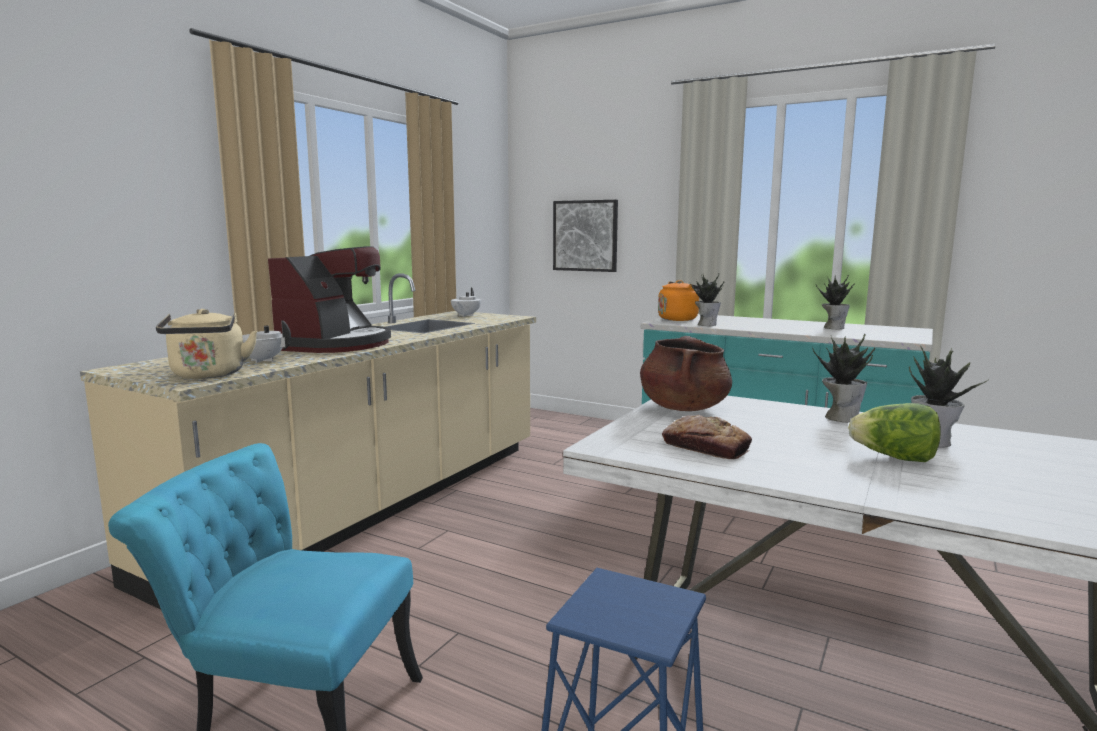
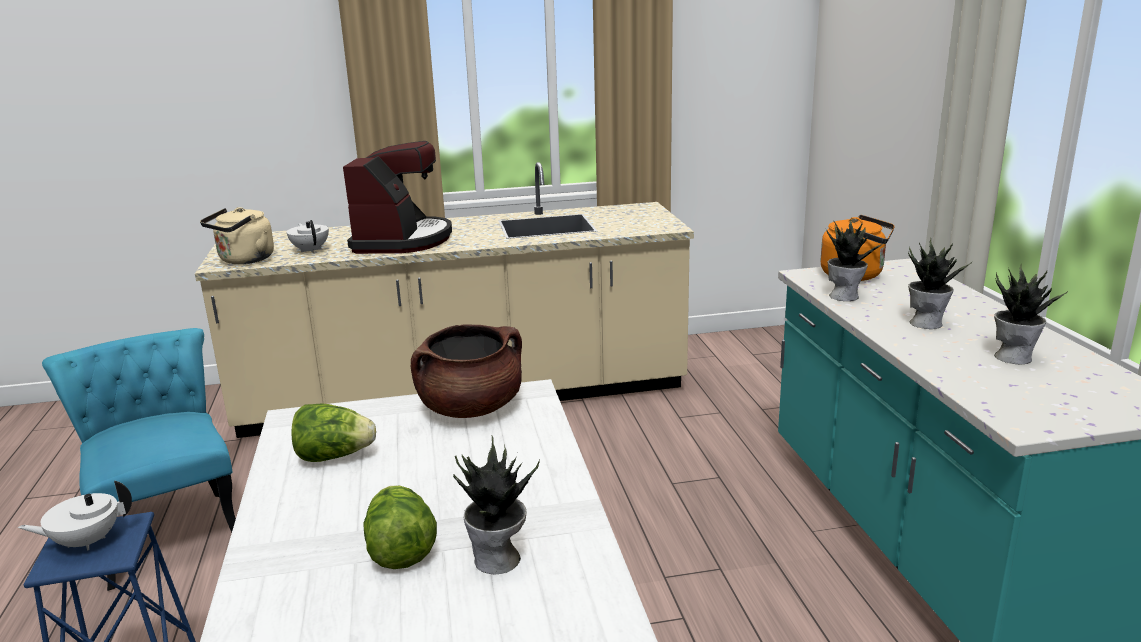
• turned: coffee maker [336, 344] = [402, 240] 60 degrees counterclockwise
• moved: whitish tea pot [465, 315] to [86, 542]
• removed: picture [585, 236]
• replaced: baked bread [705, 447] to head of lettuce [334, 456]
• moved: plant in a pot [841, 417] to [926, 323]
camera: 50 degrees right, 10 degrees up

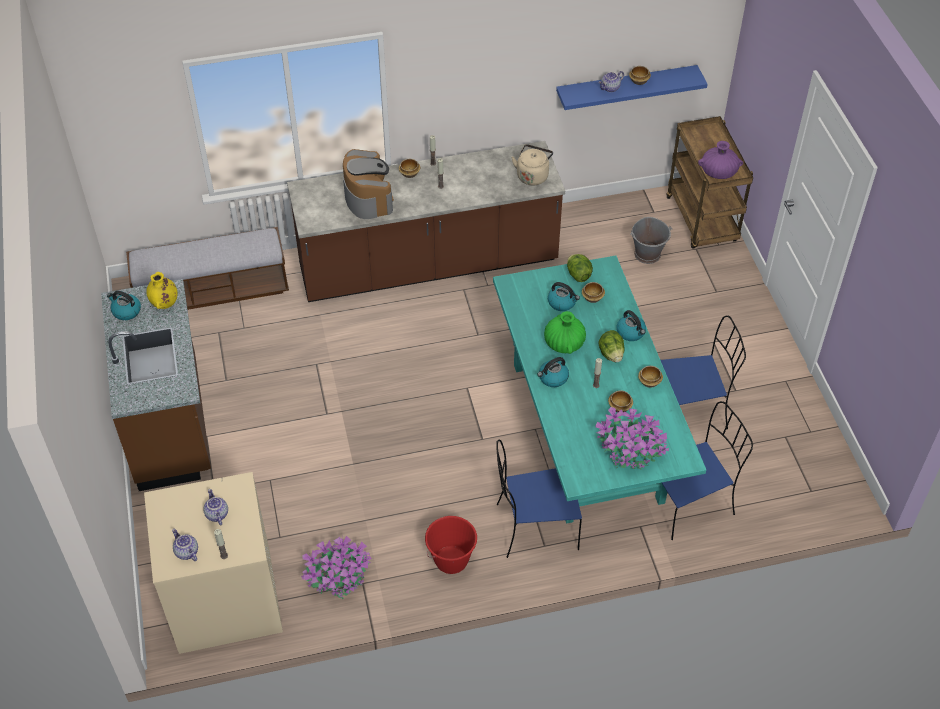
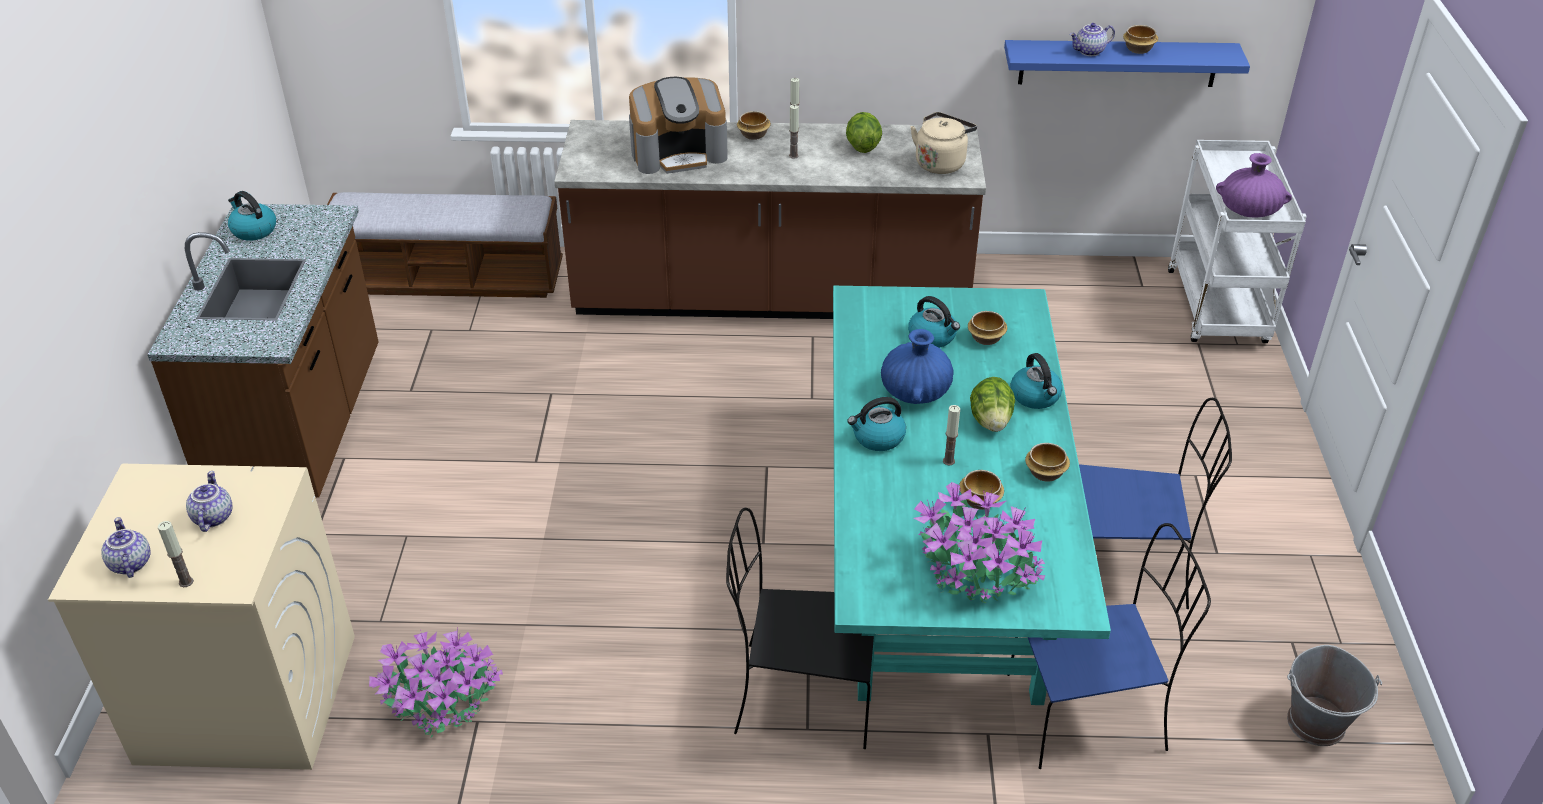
• removed: yellowish flower vase [165, 304]
• turned: coffee maker [368, 197] = [679, 153] 75 degrees clockwise
• removed: red water bucket [451, 560]
• recoloured: bluish chair [534, 527] to blackish chair [801, 695]
• recoloured: green flower vase [564, 343] to bluish flower vase [915, 392]
• moved: head of lettuce [578, 275] to [862, 146]
• moved: greyish water bucket [648, 254] to [1317, 723]
• recoloured: brown-coloured cart [702, 221] to whitish cart [1218, 309]
camera: 15 degrees right, 10 degrees down

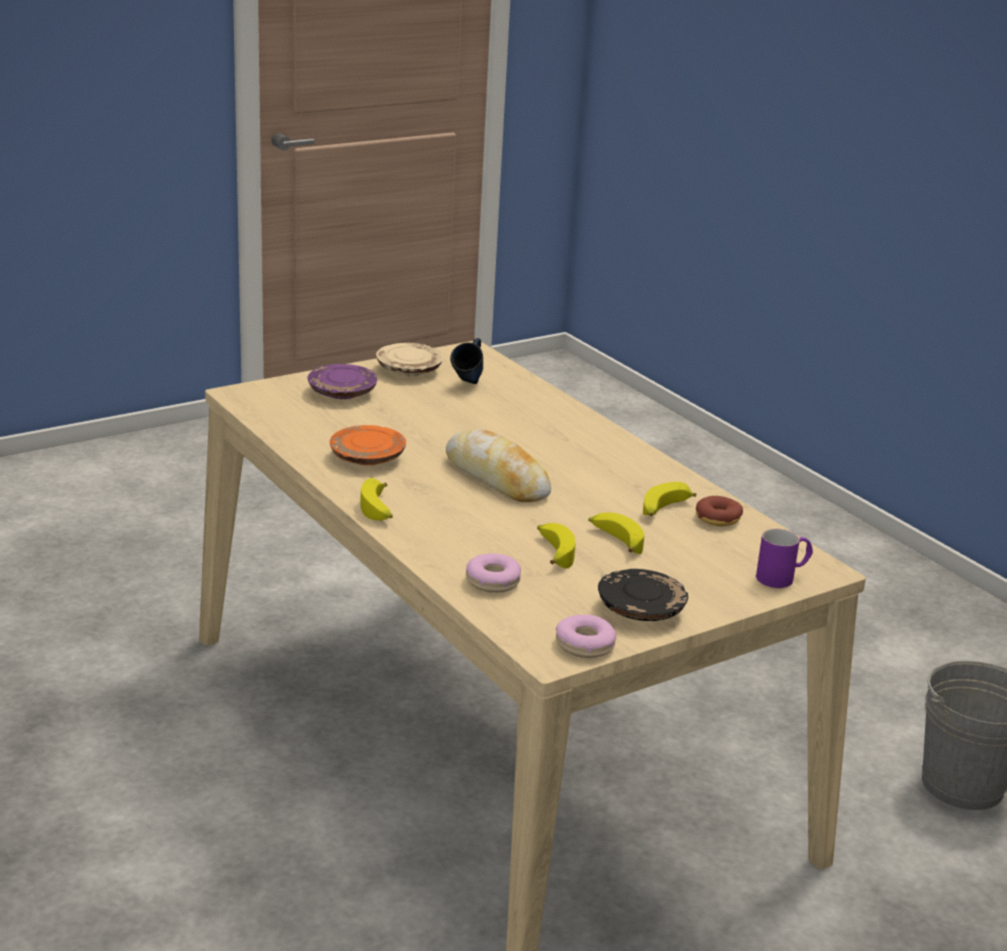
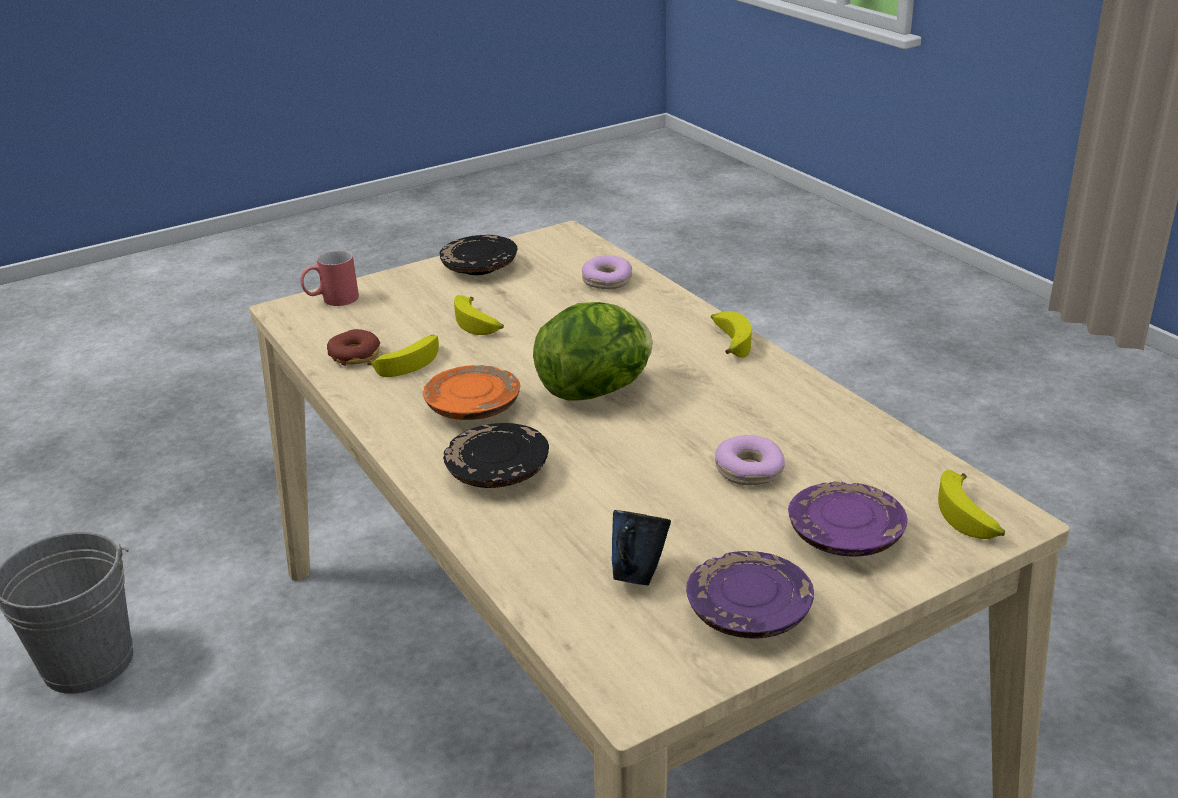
• moved: orange-coloured dinner plate [368, 457] to [473, 407]
• recoloured: sand-coloured dinner plate [409, 370] to purple dinner plate [748, 612]
• replaced: baked bread [497, 478] to head of lettuce [597, 390]
• moved: banana fruit [553, 552] to [969, 517]
• moved: ring doughnut [584, 645] to [749, 470]
• recoloured: purple coffee mug [783, 577] to red coffee mug [331, 300]
• added: blackish dinner plate [497, 472]
camera: 175 degrees left, 5 degrees up

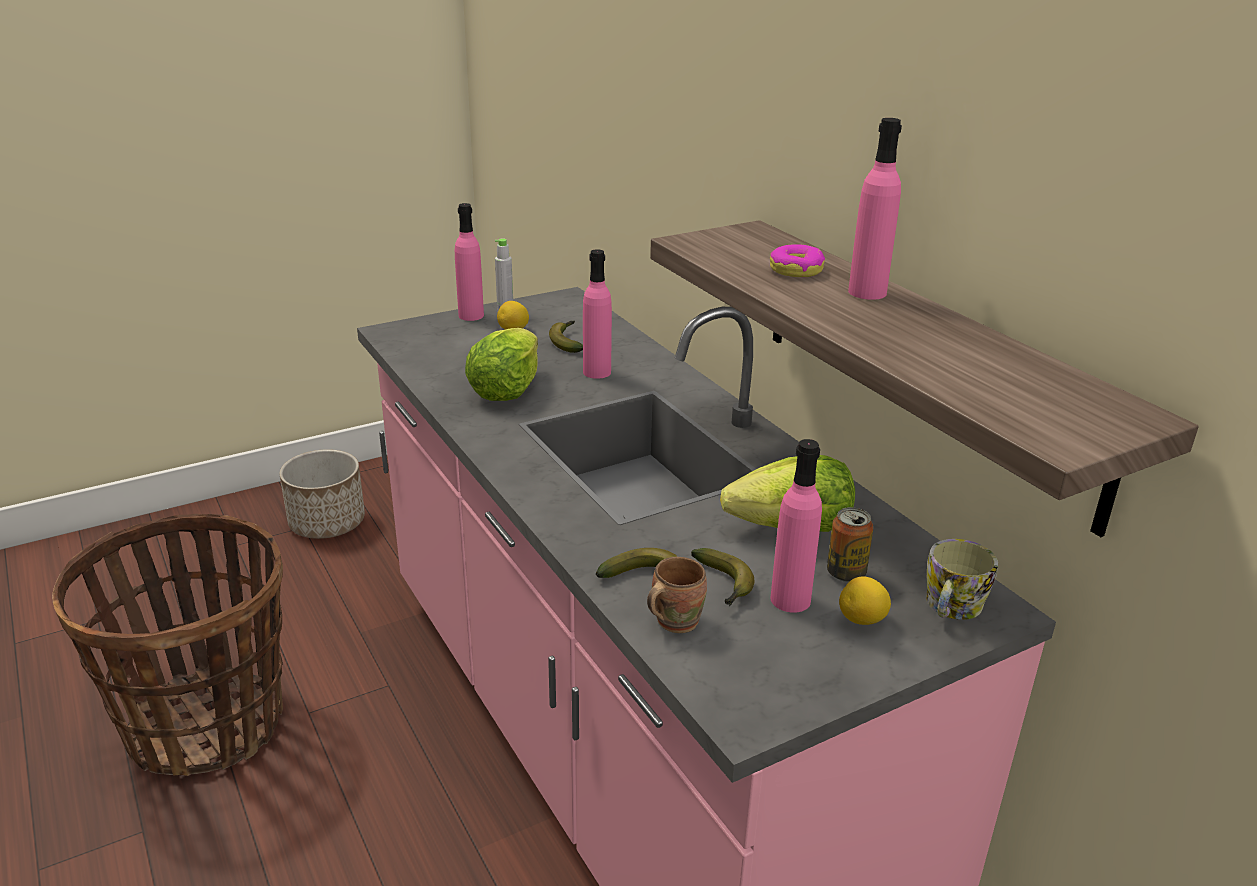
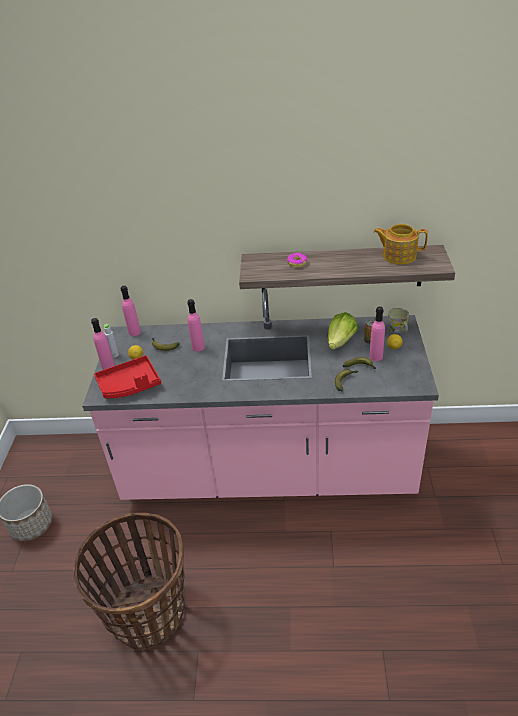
• removed: head of lettuce [506, 390]
• removed: brown-coloured coffee mug [673, 620]
• moved: pink bottle [867, 292] to [134, 332]
• added: red tray [129, 385]
• added: tea pot [398, 255]
camera: 55 degrees left, 10 degrees up

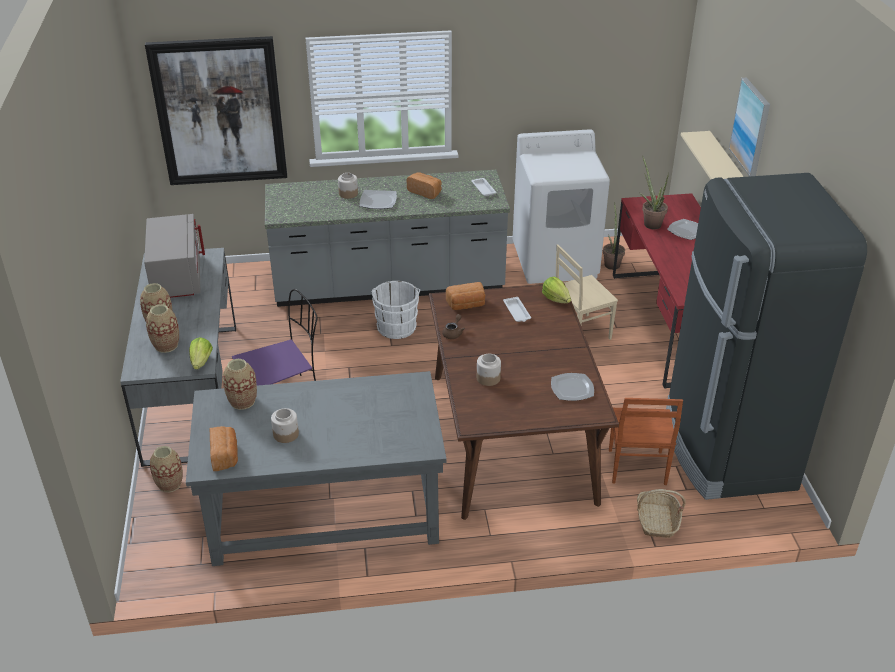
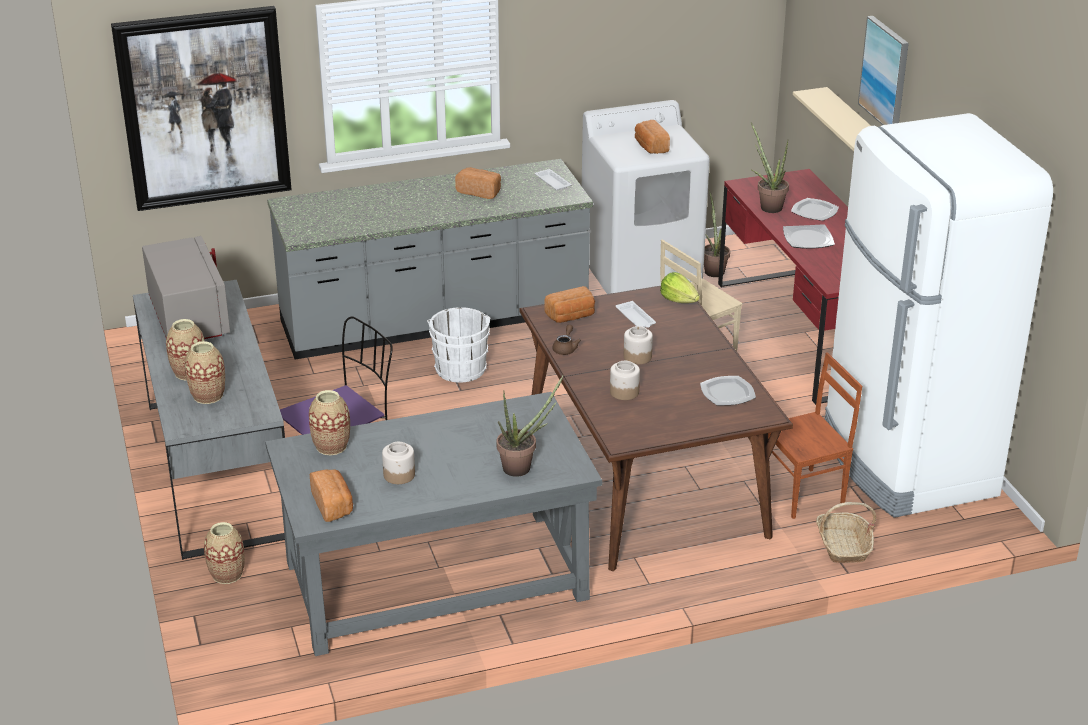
• removed: head of lettuce [201, 362]
• moved: storage jar [348, 193] to [637, 357]
• moved: dinner plate [378, 201] to [808, 239]
• turned: brown-coloured chair [636, 468] = [804, 494] 105 degrees counterclockwise
• recoloured: blackish refrigerator [726, 451] to whitish refrigerator [906, 464]
• added: plant in a pot [523, 467]
• added: baked bread [650, 147]
camera: 10 degrees left, 5 degrees down

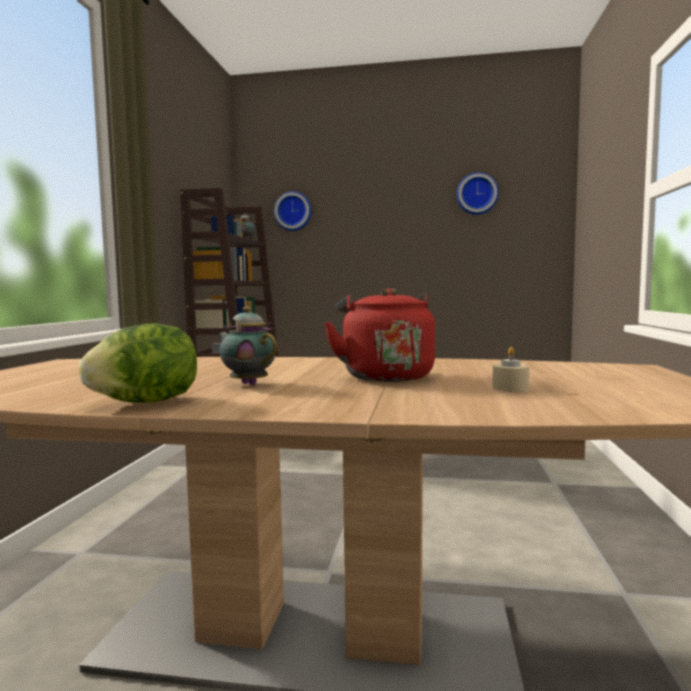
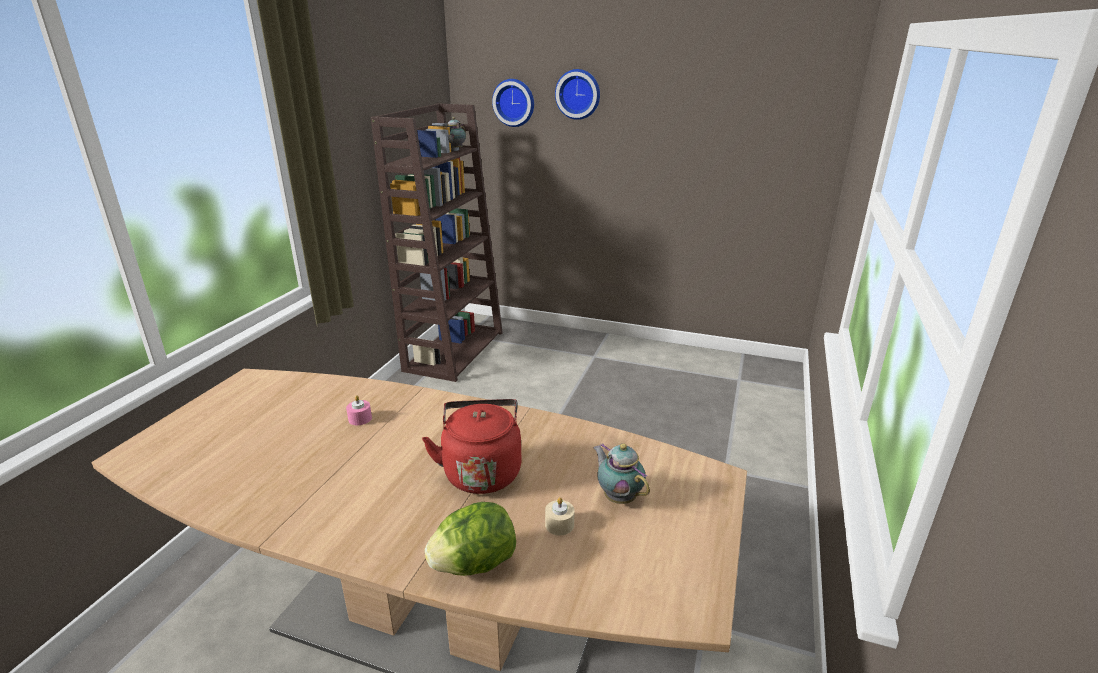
• moved: head of lettuce [146, 402] to [475, 564]
• moved: tea pot [247, 384] to [618, 497]
• moved: hanging clock [477, 194] to [578, 94]
• added: pink wax candle [360, 418]
camera: 10 degrees right, 20 degrees up

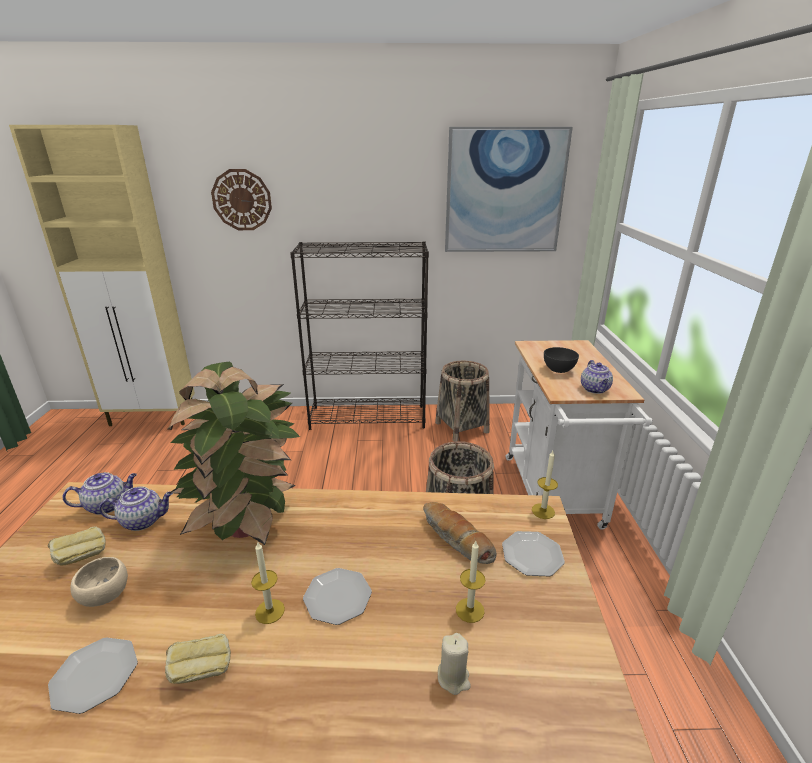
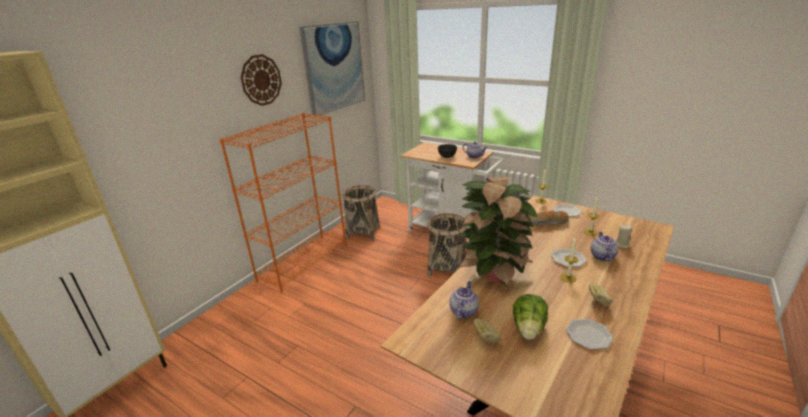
• moved: tea pot [108, 505] to [602, 256]
• replaced: sand-coloured serving bowl [106, 596] to head of lettuce [529, 329]
• moved: hanging clock [242, 200] to [261, 80]
• recoloured: blackish bookshelf [368, 417] to orange-coloured bookshelf [304, 261]
camera: 55 degrees left, 0 degrees up

